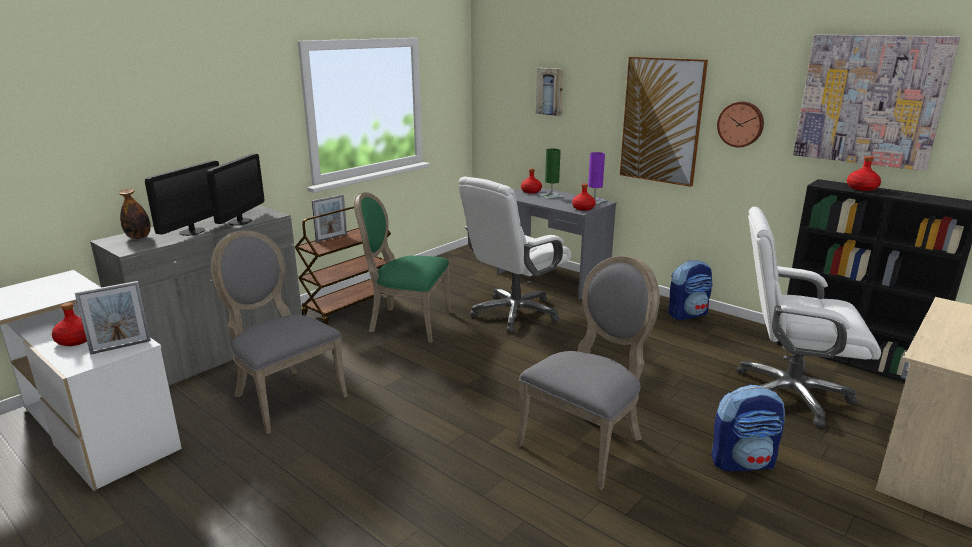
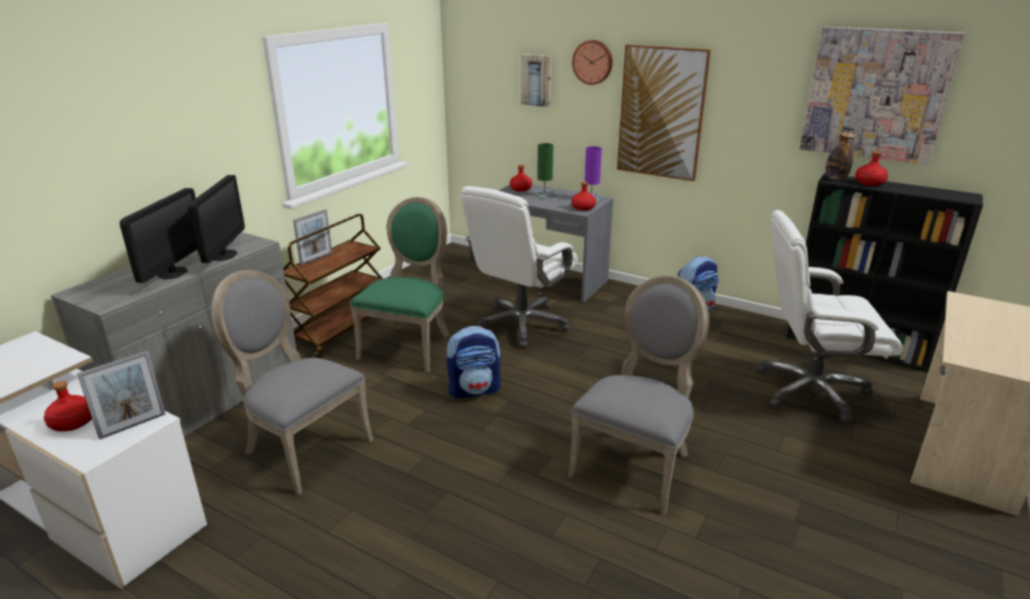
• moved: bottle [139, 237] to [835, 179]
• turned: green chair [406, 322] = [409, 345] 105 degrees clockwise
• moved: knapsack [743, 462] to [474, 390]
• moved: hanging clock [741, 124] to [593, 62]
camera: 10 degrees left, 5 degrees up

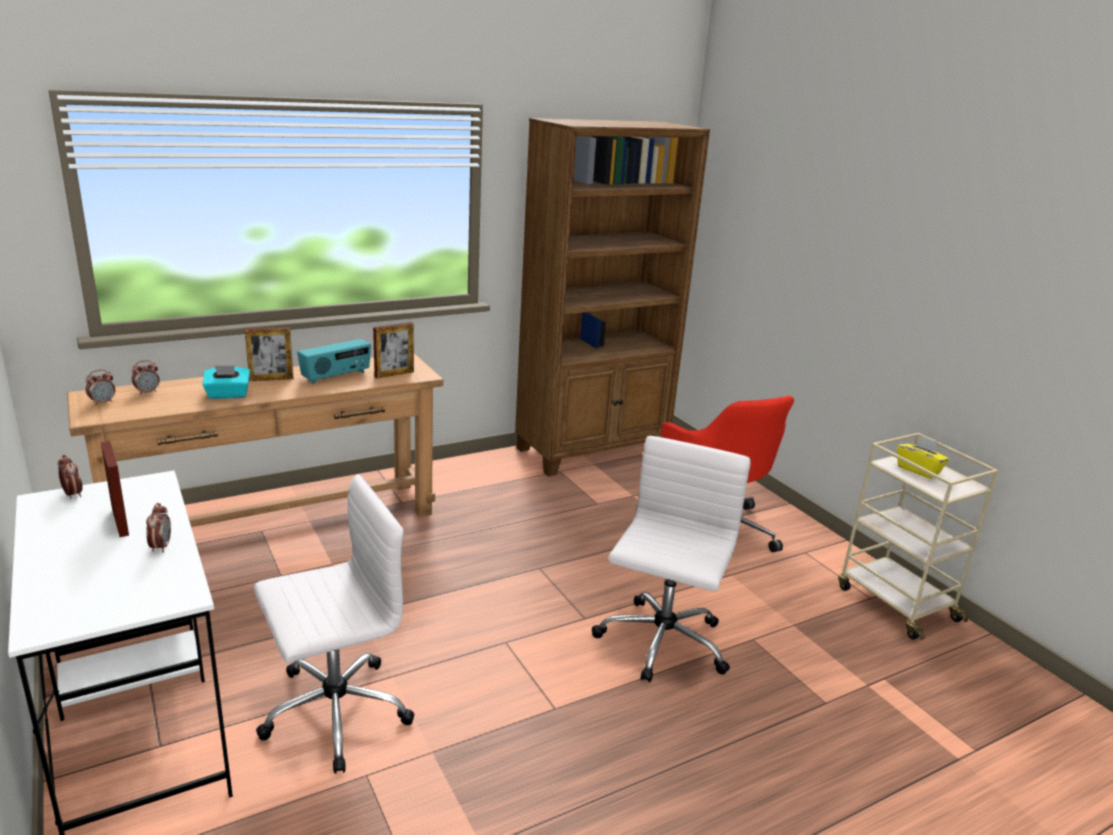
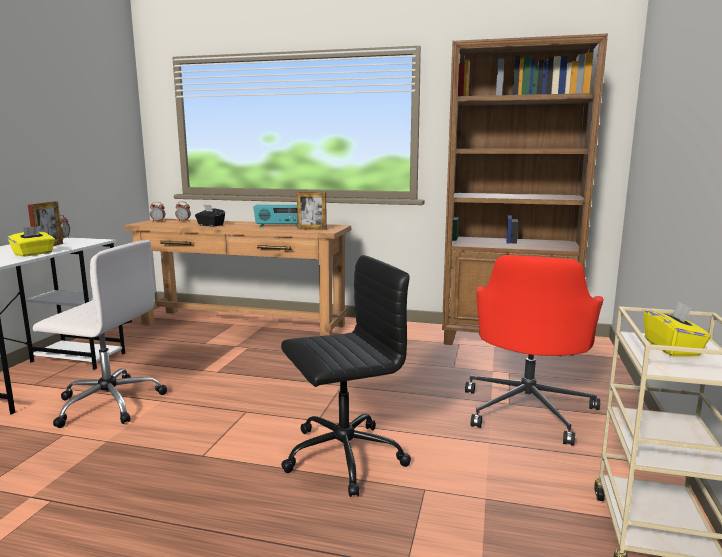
• replaced: bedside clock [161, 547] to yellowish tissue holder [34, 254]
• recoloured: turquoise tissue holder [228, 395] to blackish tissue holder [210, 225]
• removed: photo frame [271, 379]
• recoloured: whitish computer chair [661, 643] to blackish computer chair [341, 457]
camera: 45 degrees right, 10 degrees down

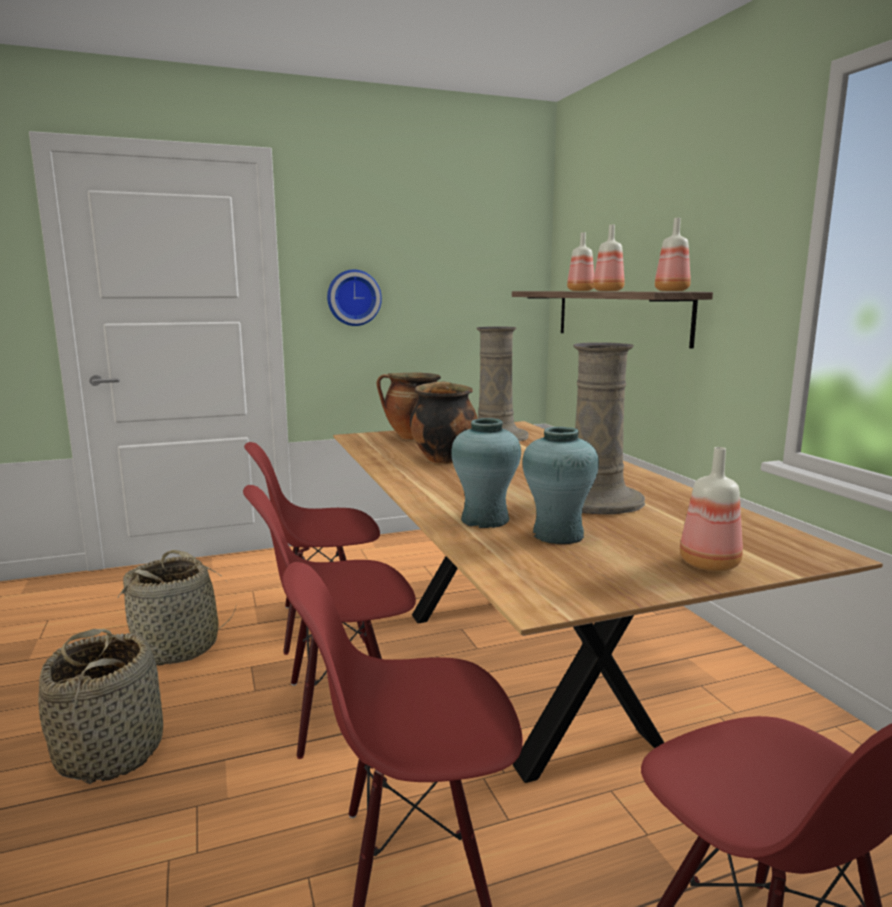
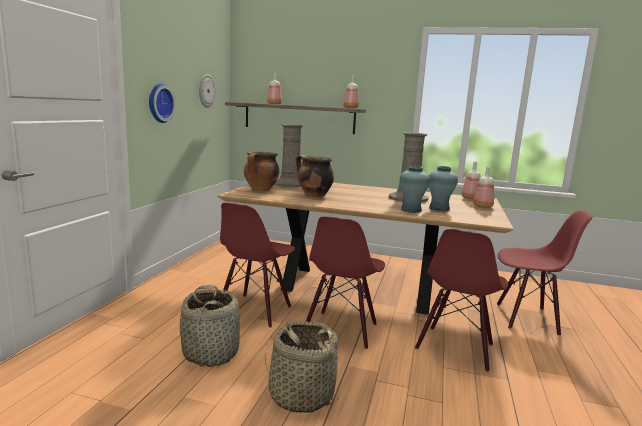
• moved: bottle [607, 291] to [470, 198]
• added: hanging clock [206, 91]
camera: 55 degrees left, 0 degrees up

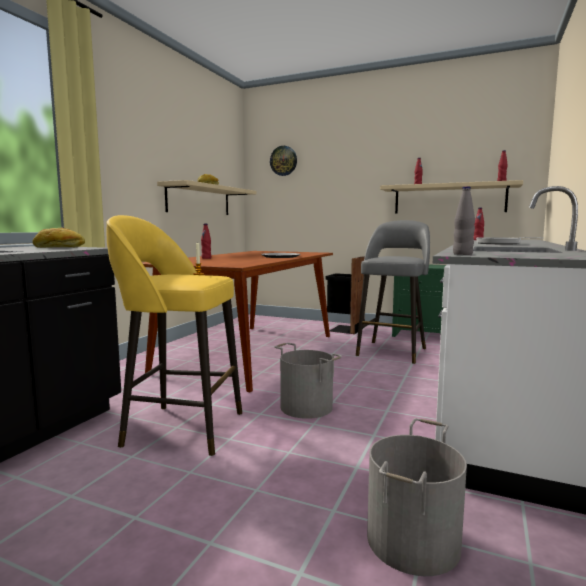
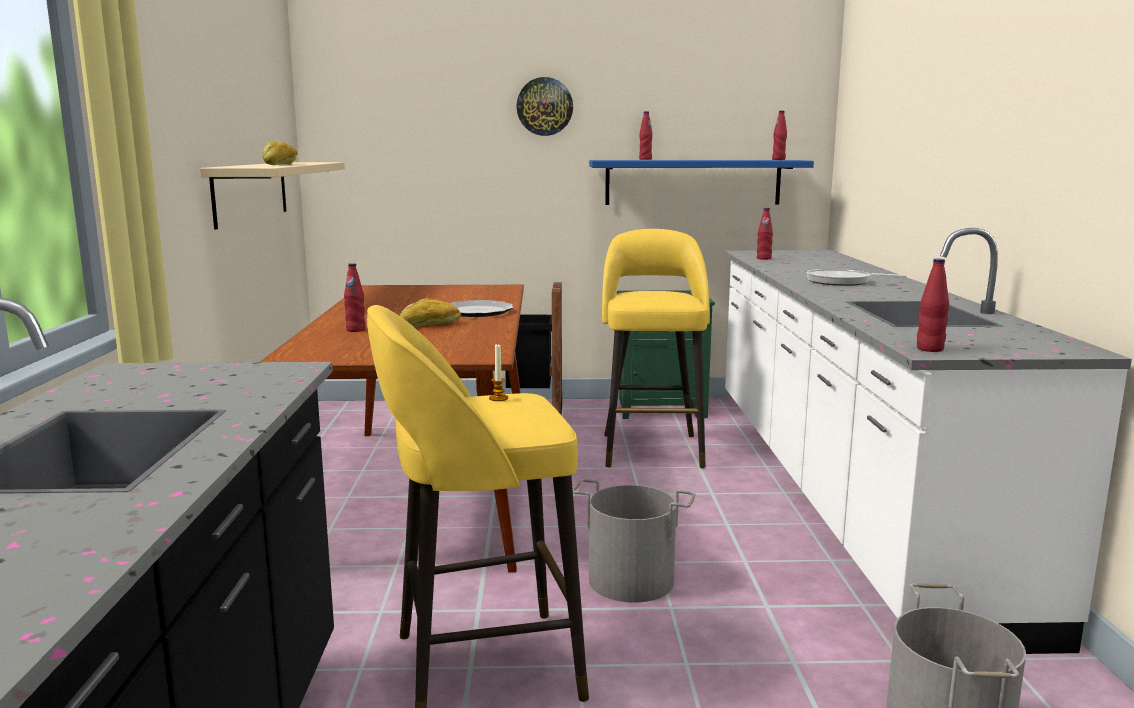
• moved: baked bread [59, 247] to [430, 324]
• moved: hanging clock [283, 161] to [544, 106]
• recoloured: greyish sitting stool [392, 351] to yellowish sitting stool [652, 449]
• recoloured: sand-coloured shelf [449, 199] to bluish shelf [693, 182]
• recoloured: greyish bottle [462, 254] to red bottle [930, 349]
camera: 25 degrees left, 5 degrees up

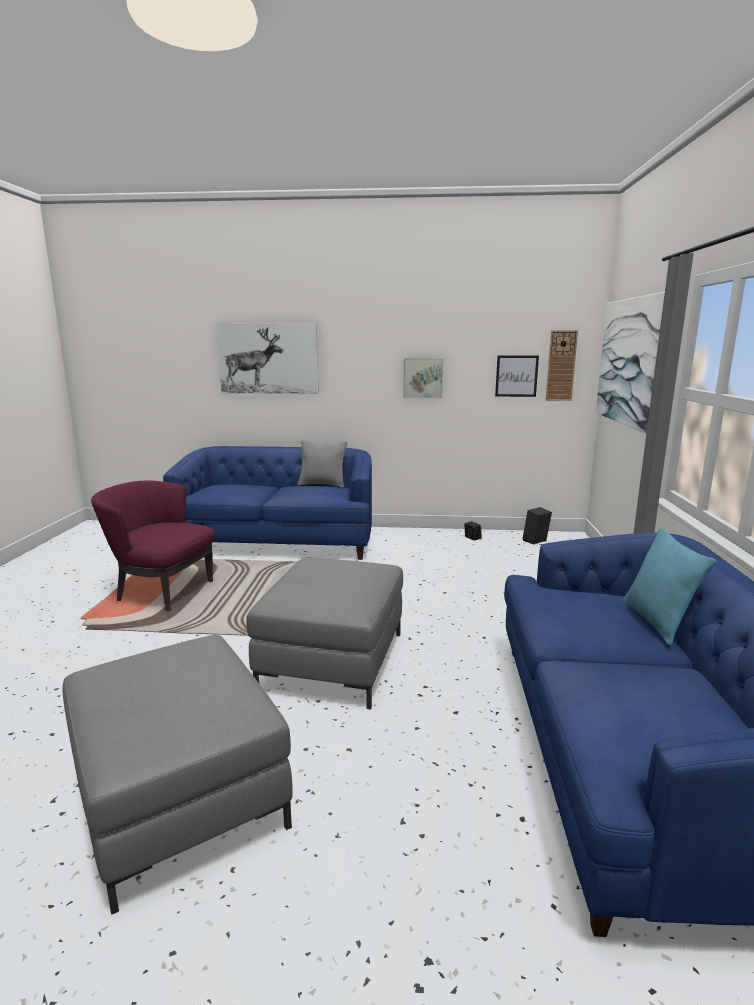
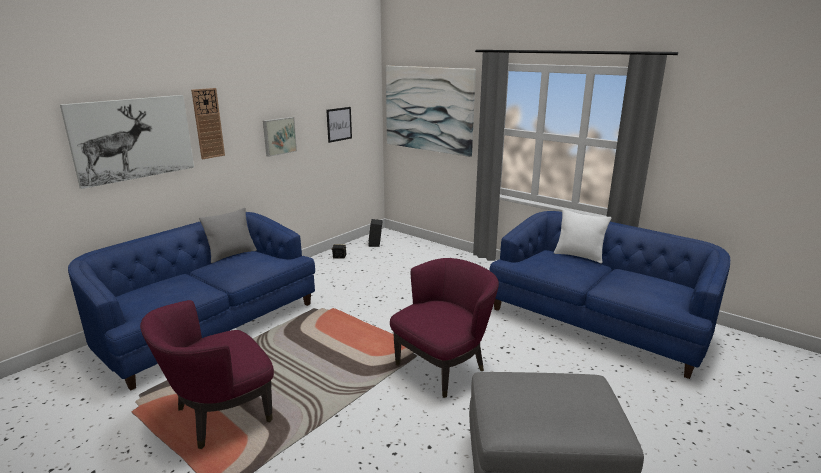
• replaced: greyish ottoman [333, 661] to purple lounge chair [443, 367]
• moved: hanging clock [561, 366] to [208, 123]
• recoloured: turquoise pillow [657, 622] to whitish pillow [579, 256]
camera: 55 degrees left, 5 degrees up

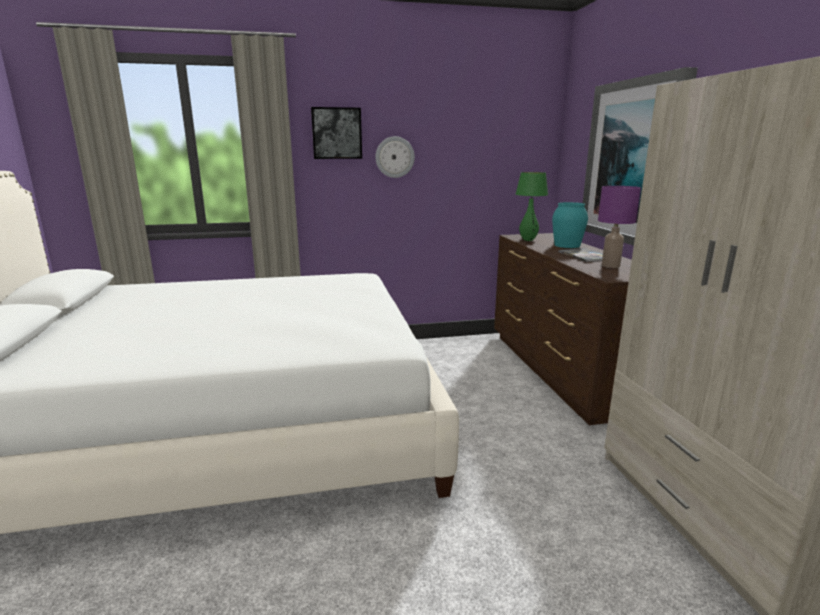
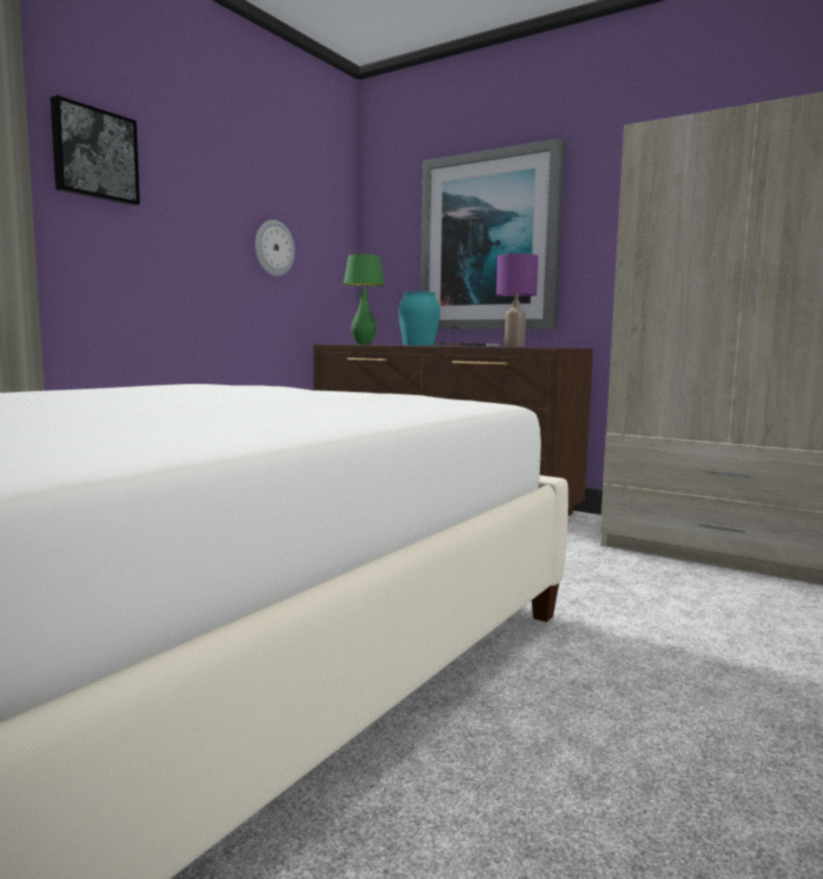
• moved: hanging clock [394, 157] to [274, 248]
camera: 45 degrees left, 10 degrees down

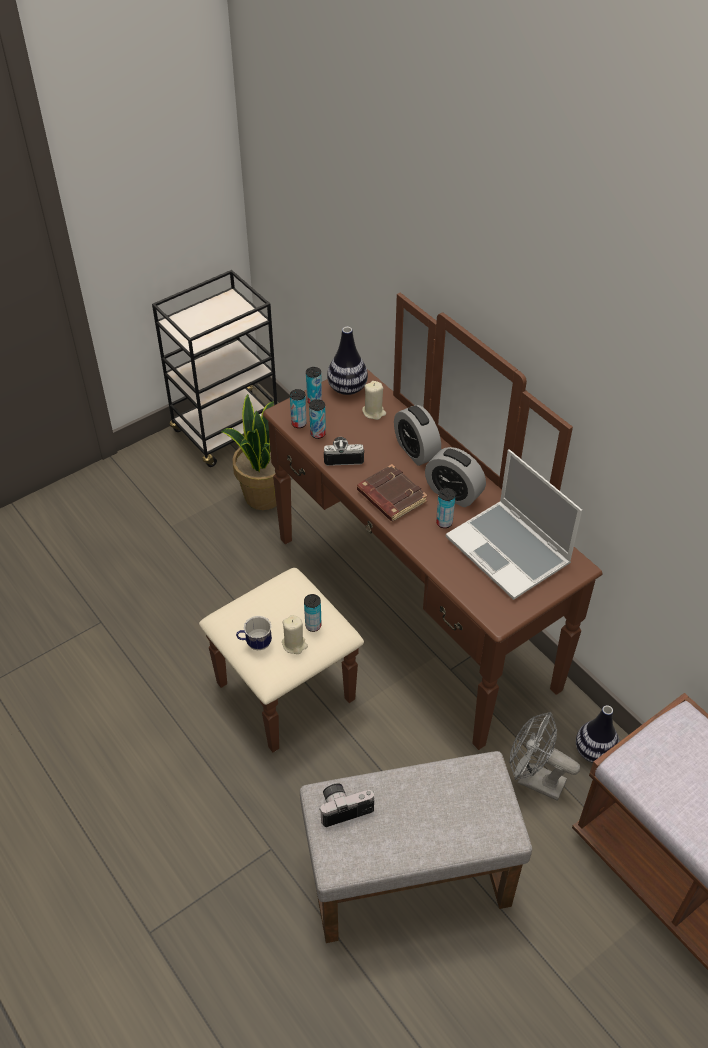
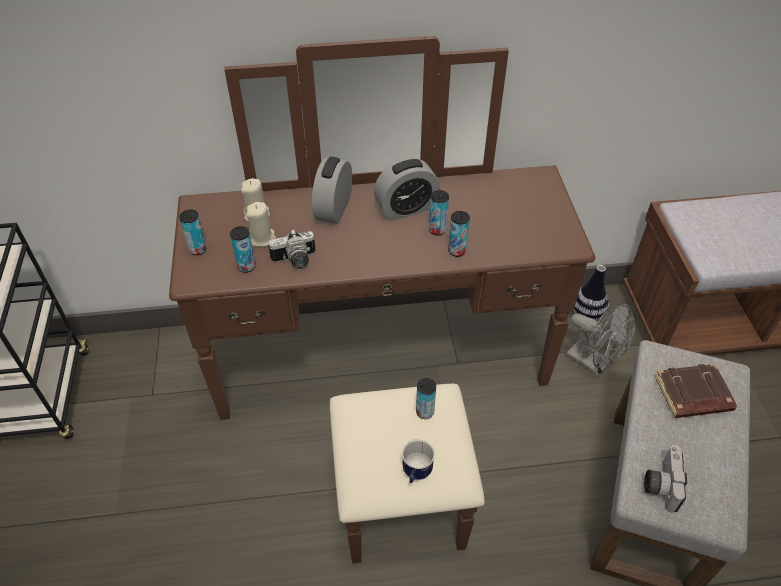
• removed: plant in a pot [262, 496]
• moved: sand-coloured wax candle [294, 644] to [262, 238]
• moved: metal can [299, 423] to [457, 251]
• turned: still camera [343, 456] = [295, 261] 135 degrees counterclockwise
• removed: flower vase [347, 388]
• moved: brown-coloured volume [390, 497] to [692, 395]
• turned: bedside clock [416, 451] = [334, 209] 105 degrees clockwise
• removed: portable computer [510, 551]
• turned: greyish fan [534, 780] = [593, 363] 105 degrees counterclockwise
camera: 60 degrees left, 0 degrees up

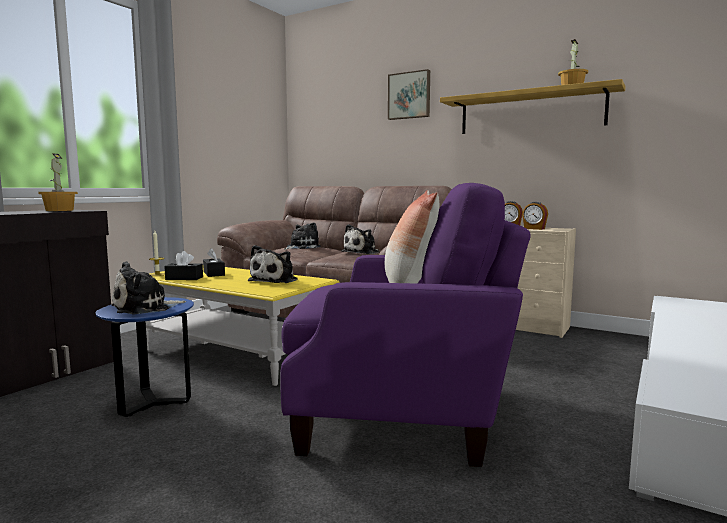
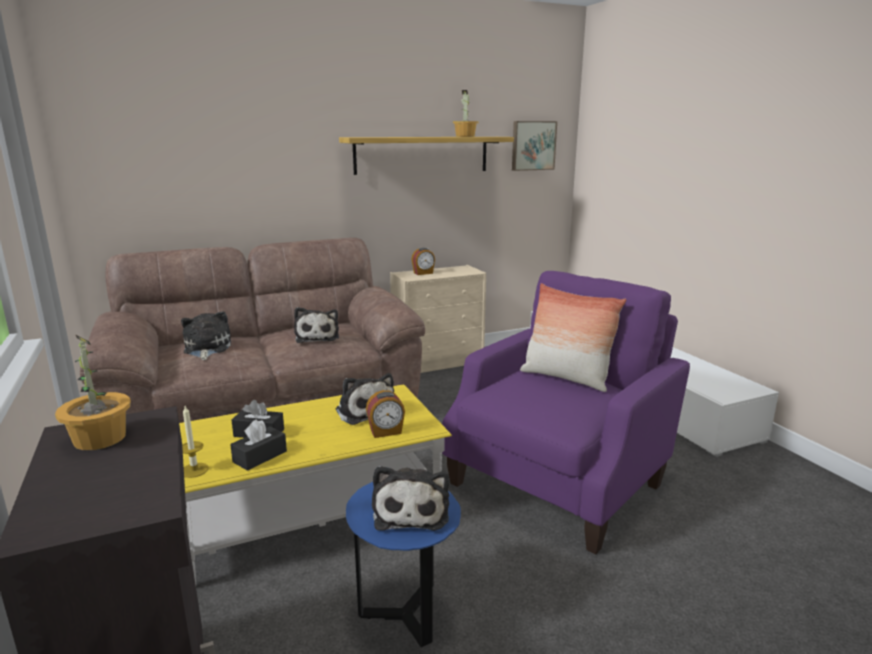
• moved: picture [409, 95] to [532, 145]
• moved: bedside clock [534, 229] to [386, 432]
camera: 55 degrees left, 10 degrees up

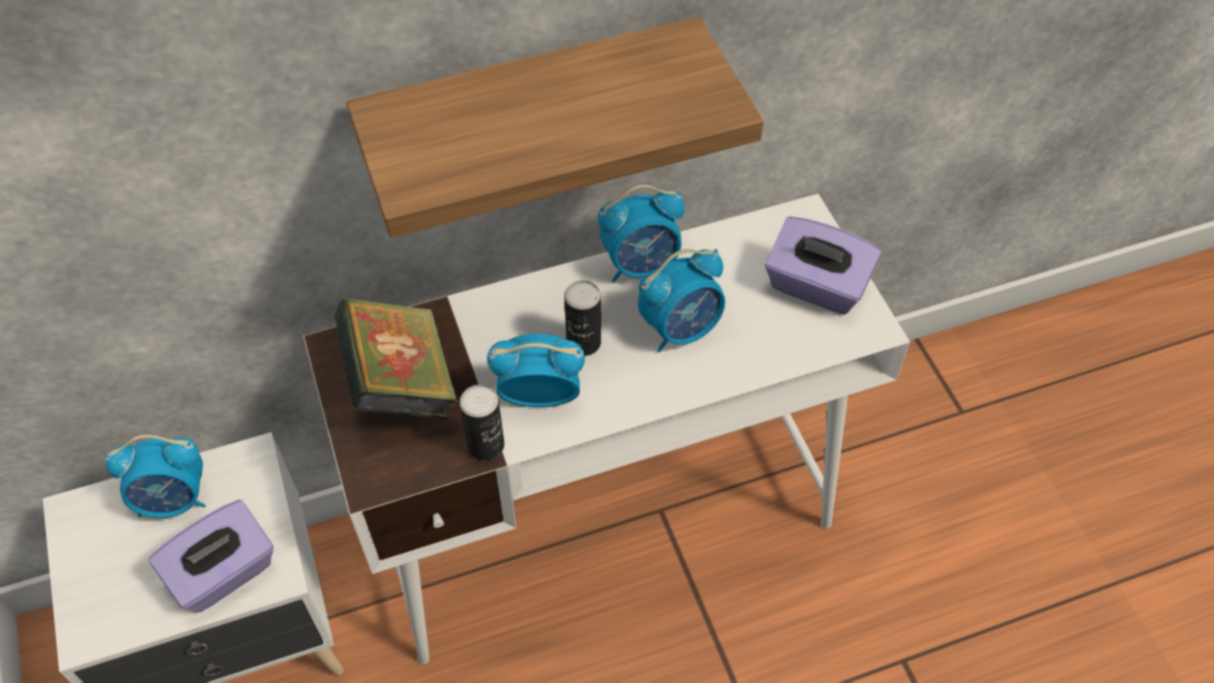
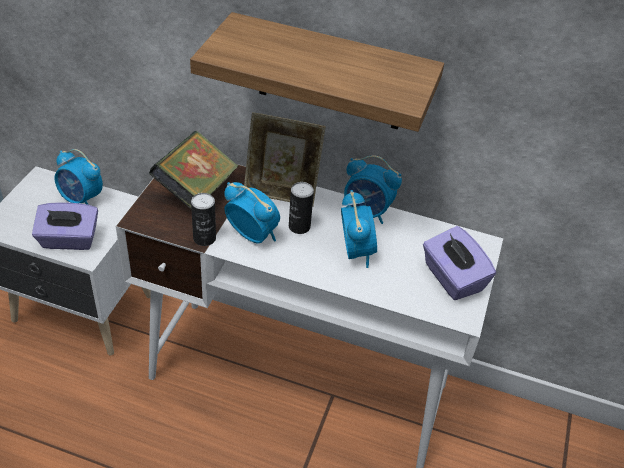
• turned: bedside clock [681, 329] = [355, 251] 105 degrees counterclockwise
• added: photo frame [281, 191]
camera: 35 degrees right, 10 degrees down

